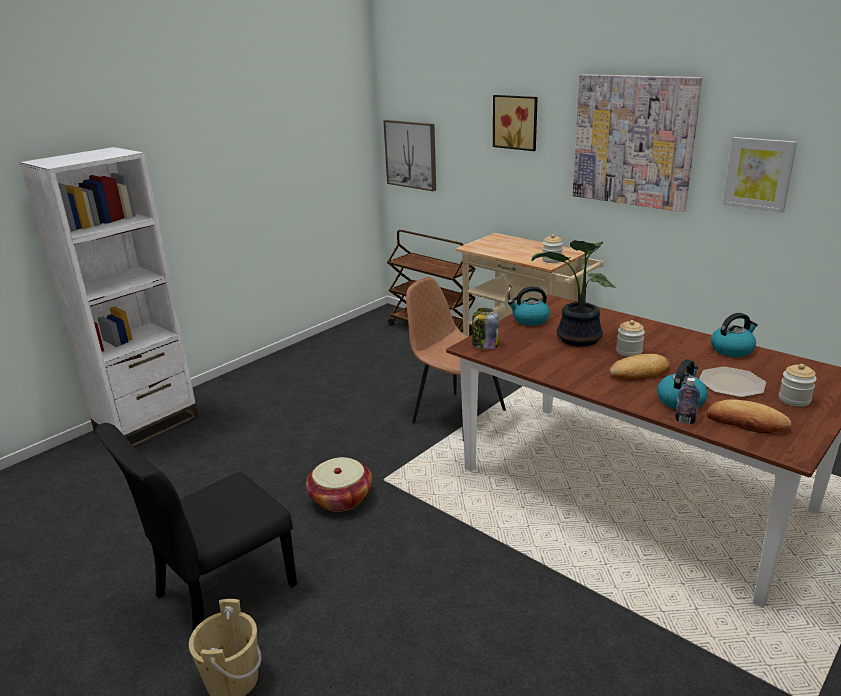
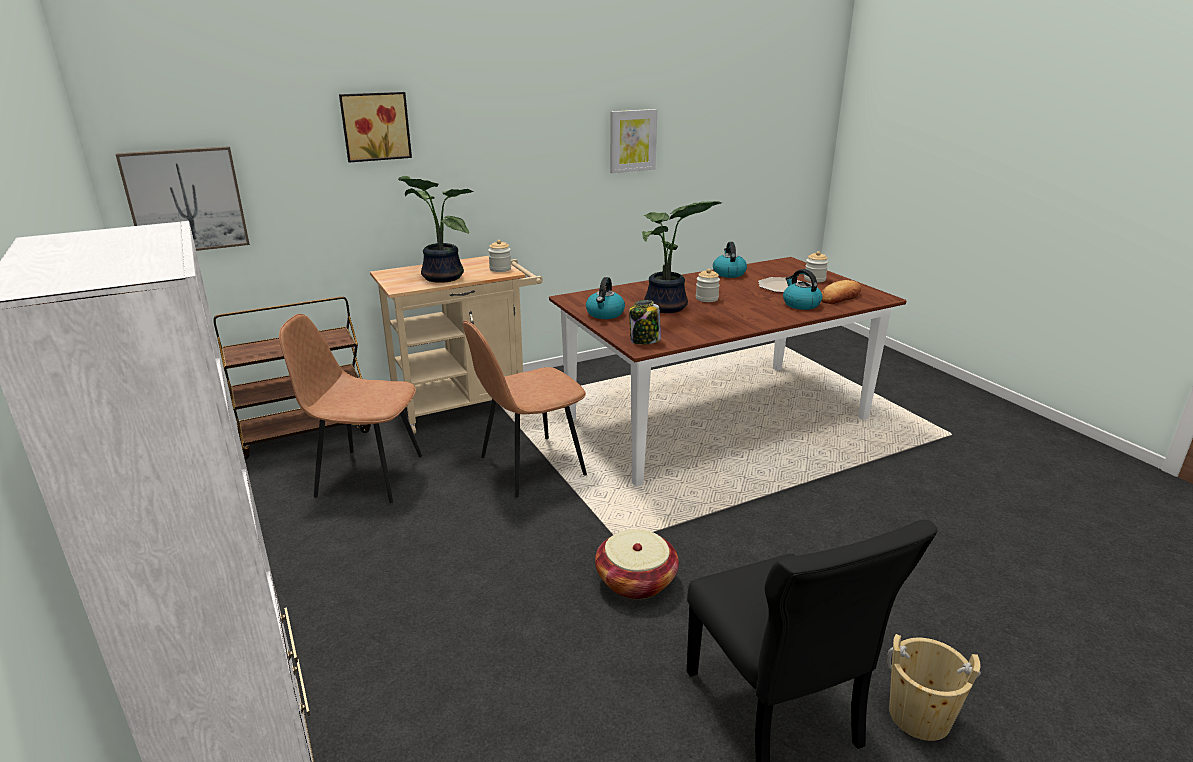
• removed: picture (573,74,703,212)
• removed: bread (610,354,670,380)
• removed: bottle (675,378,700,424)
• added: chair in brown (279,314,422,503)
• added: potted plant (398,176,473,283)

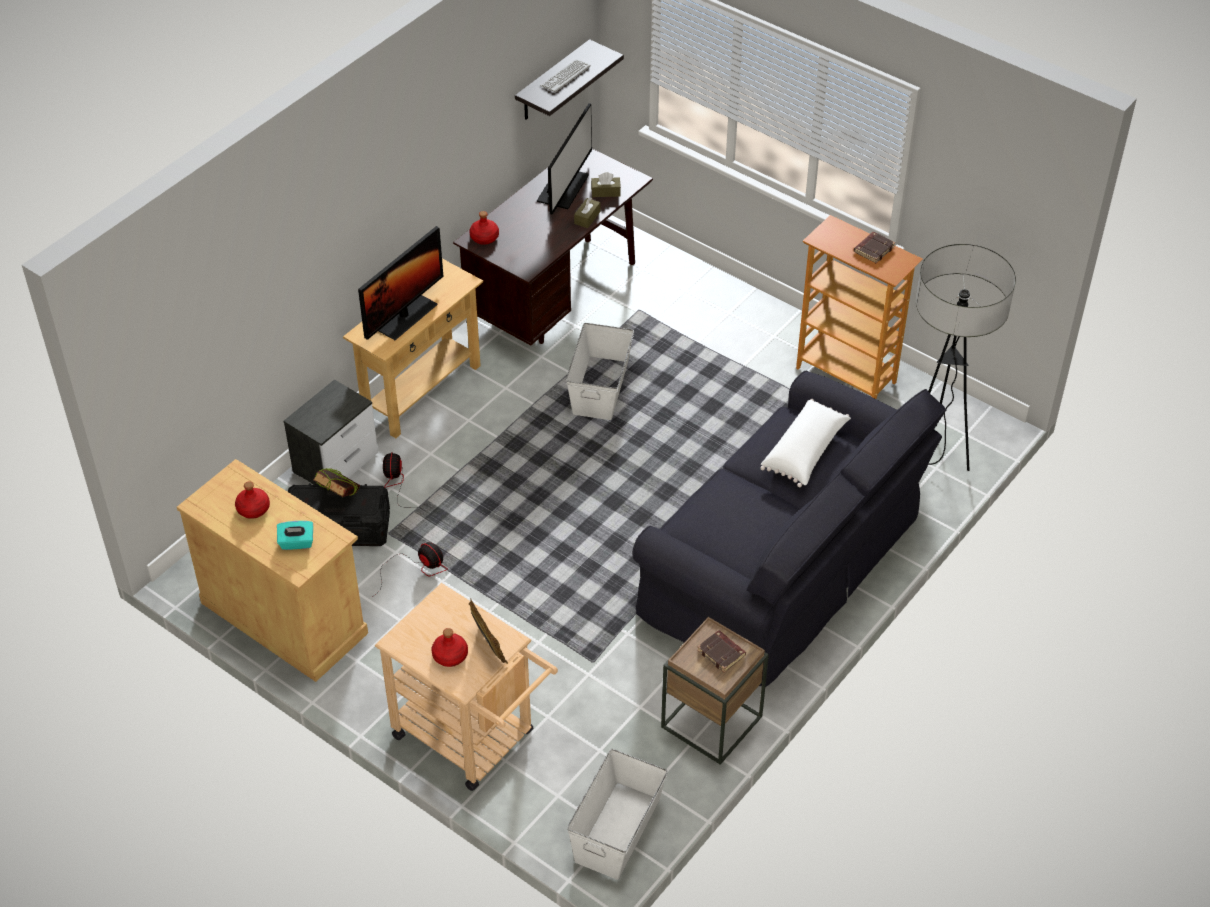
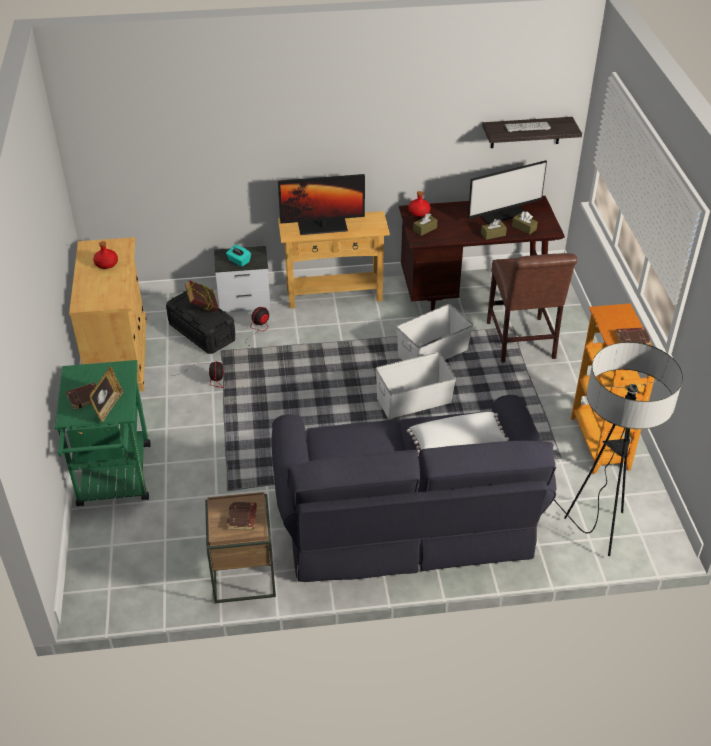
• added: tissue box in brown (413,213,437,236)
• added: chair in brown (487,253,577,363)
• moved: tissue box in turquoise (277,521,313,550) to (226,245,251,267)
• moved: storage box in white (567,749,668,880) to (376,352,456,419)
• replaced: bottle in red (431,628,468,667) to book in brown (66,383,96,410)
• recoloured: cart in beige (375,583,558,791) to cart in green (54,360,150,506)

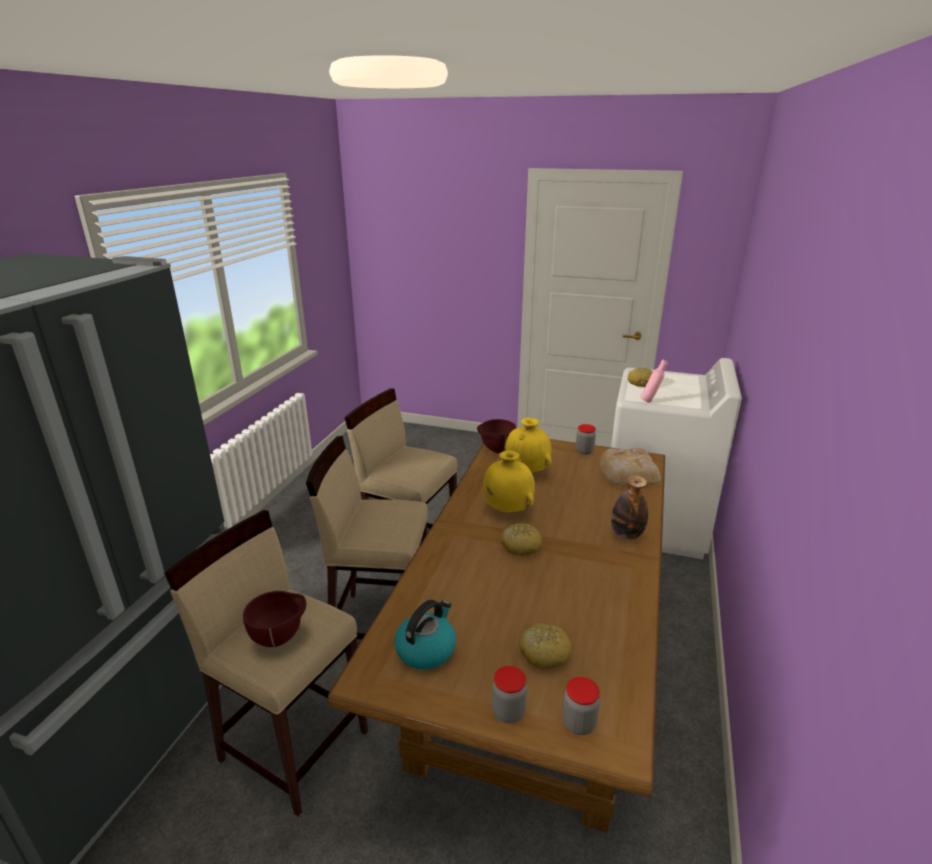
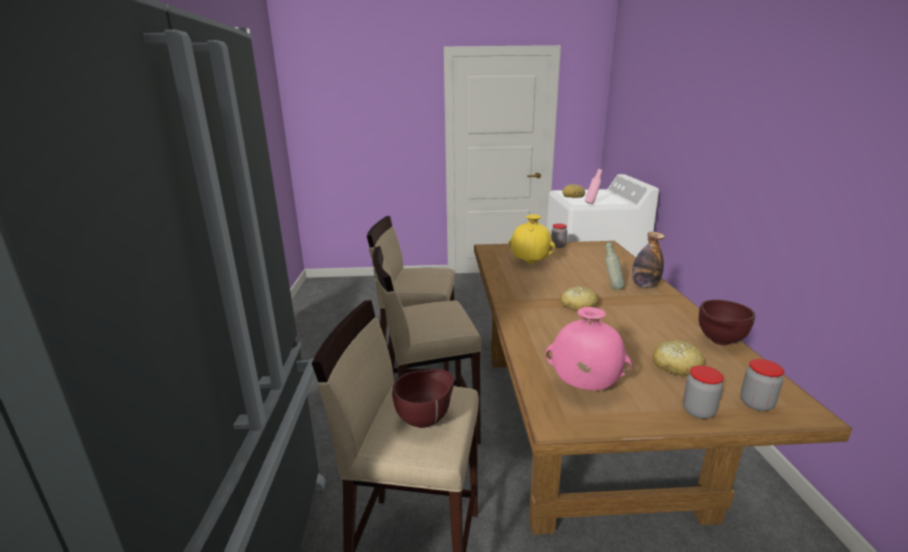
• removed: vase in yellow (483,451,535,512)
• removed: bread (600,448,661,486)
• added: bottle in grey (605,242,625,290)
• moved: bowl in brown (477,419,516,453) to (699,300,755,345)
• replaced: kettle (394,600,456,670) to vase in pink (545,307,632,390)

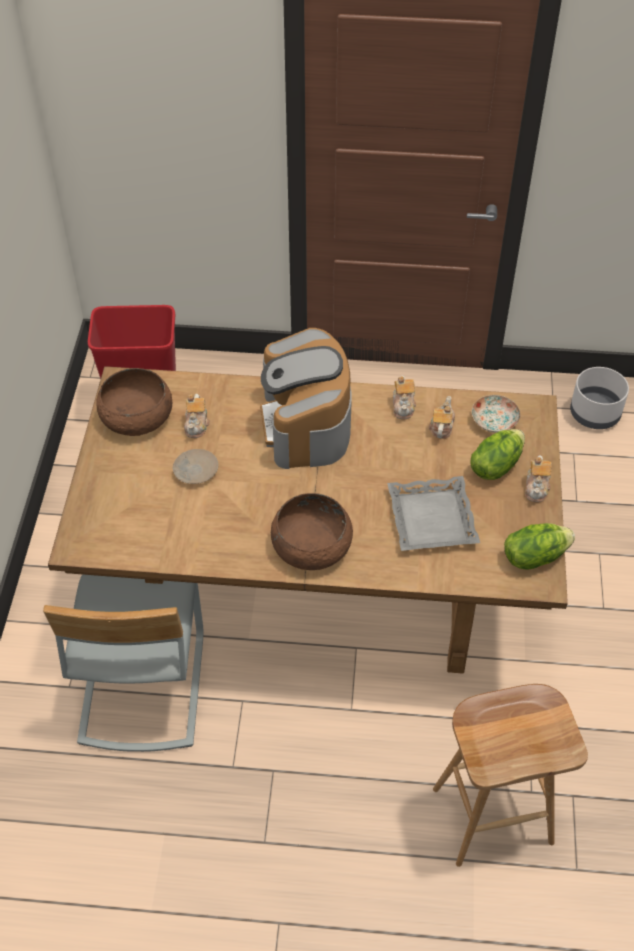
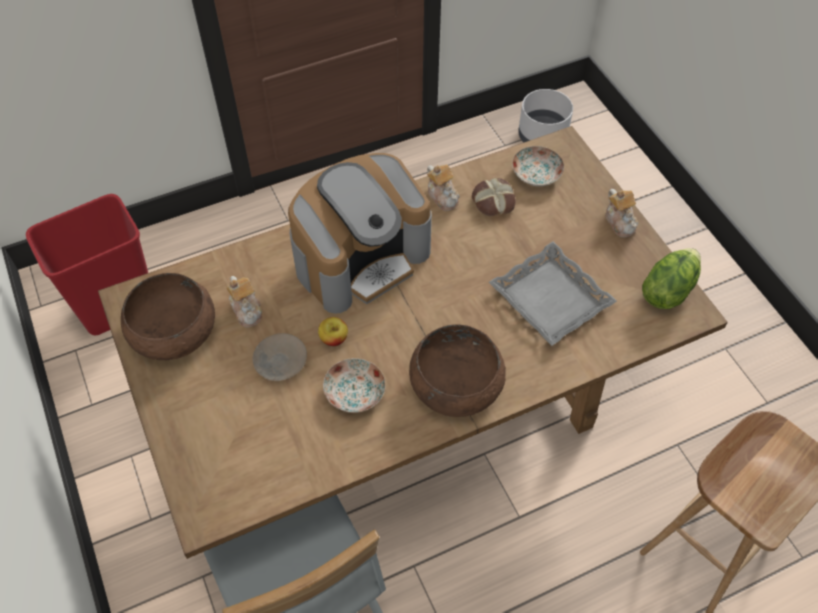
• removed: lettuce (470,429,525,480)
• added: apple (318,317,348,346)
• added: plate (323,358,385,413)
• replaced: teapot (429,396,455,439) to bread (472,178,516,217)
• turned: coffee machine (260,328,352,469) = (288,153,432,314) 90 degrees counterclockwise

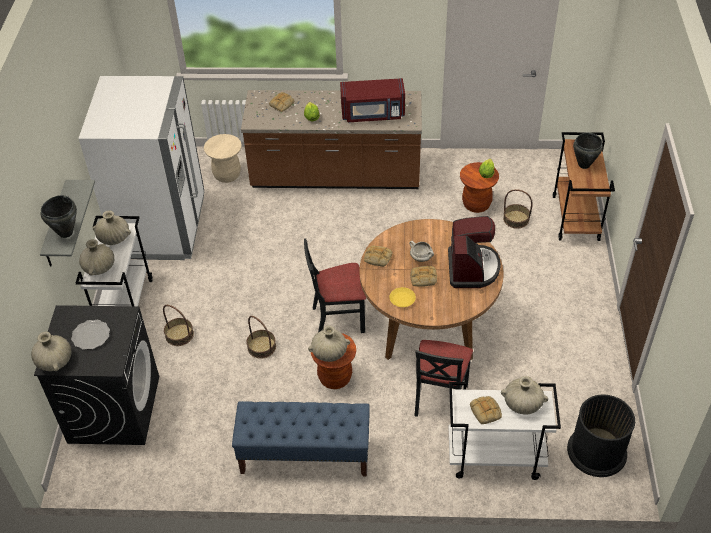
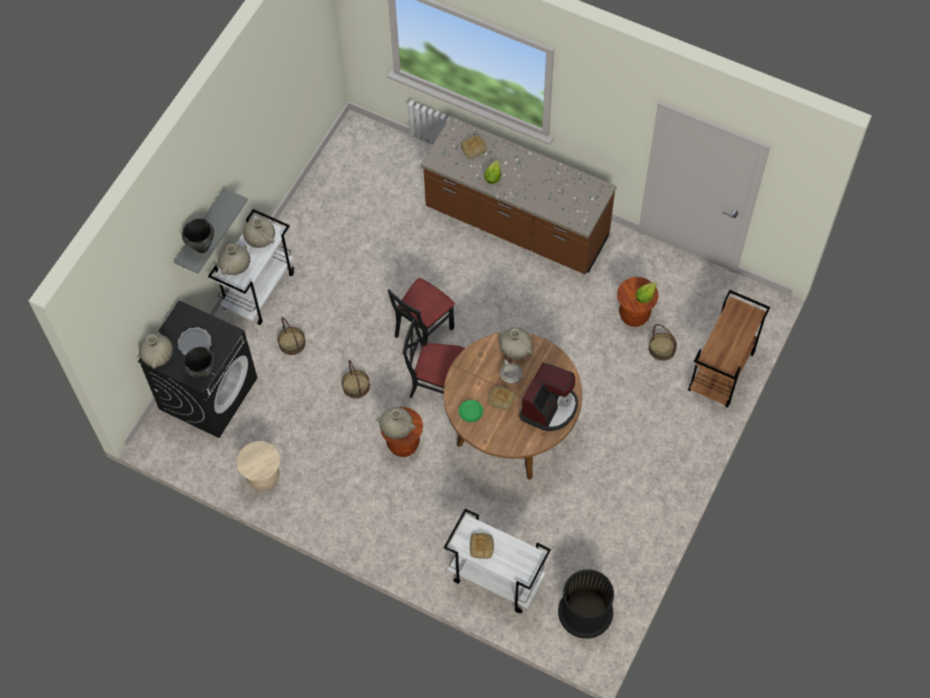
• removed: fridge in white (79,76,205,260)
• removed: bench in blue (232,401,370,477)
• removed: microwave in red (340,78,405,122)
• removed: bread (364,246,392,267)
• moved: stool in beige (204,134,242,183) to (237,441,280,491)
• moved: chair in black (414,340,473,417) to (387,278,455,343)
• moved: vase in beige (501,376,548,415) to (499,327,533,360)
• moved: cooking pot in black (573,133,603,169) to (183,347,215,380)
• recoloured: plate in yellow (389,287,416,307) to plate in green (459,400,483,422)

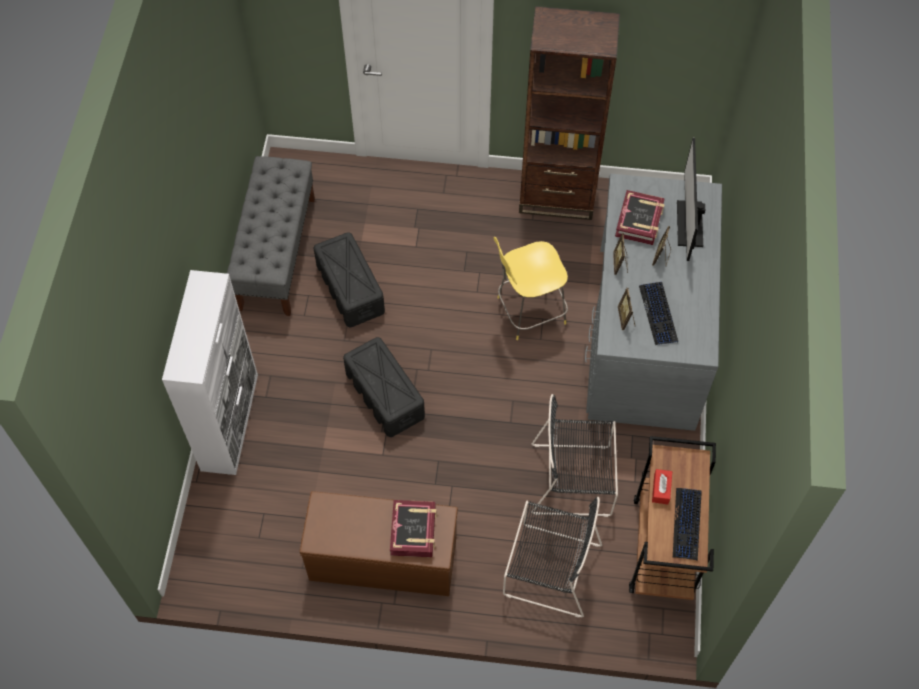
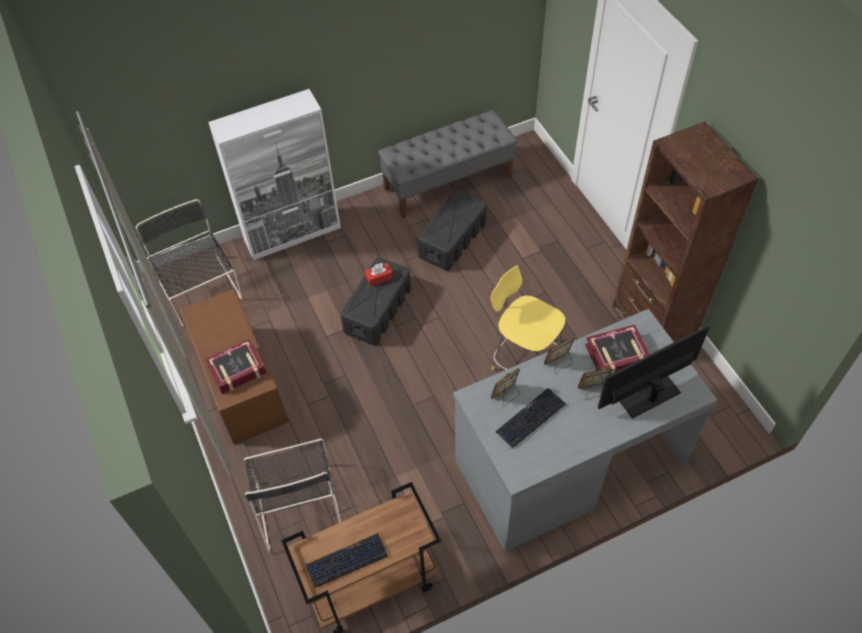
• moved: chair in black (531,394,618,517) to (136,199,243,326)
• moved: tissue box in red (652,469,672,504) to (365,263,393,286)

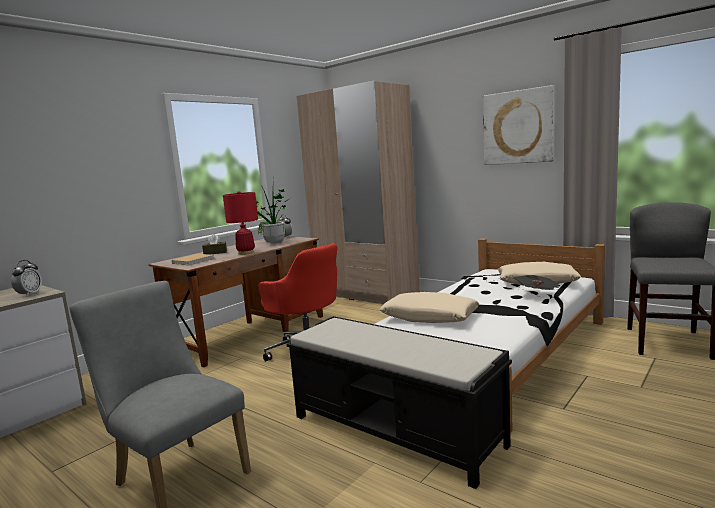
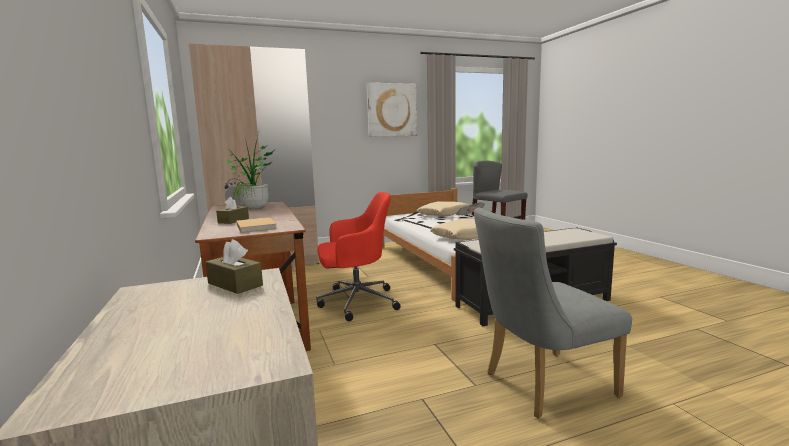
• removed: table lamp in red (223,191,258,255)
• replaced: alarm clock (11,260,42,297) to tissue box in brown (206,239,263,294)

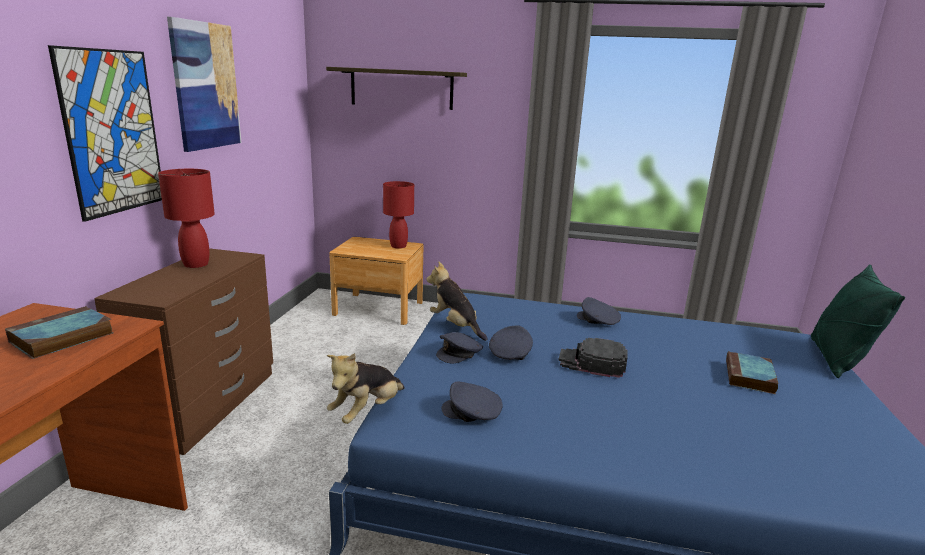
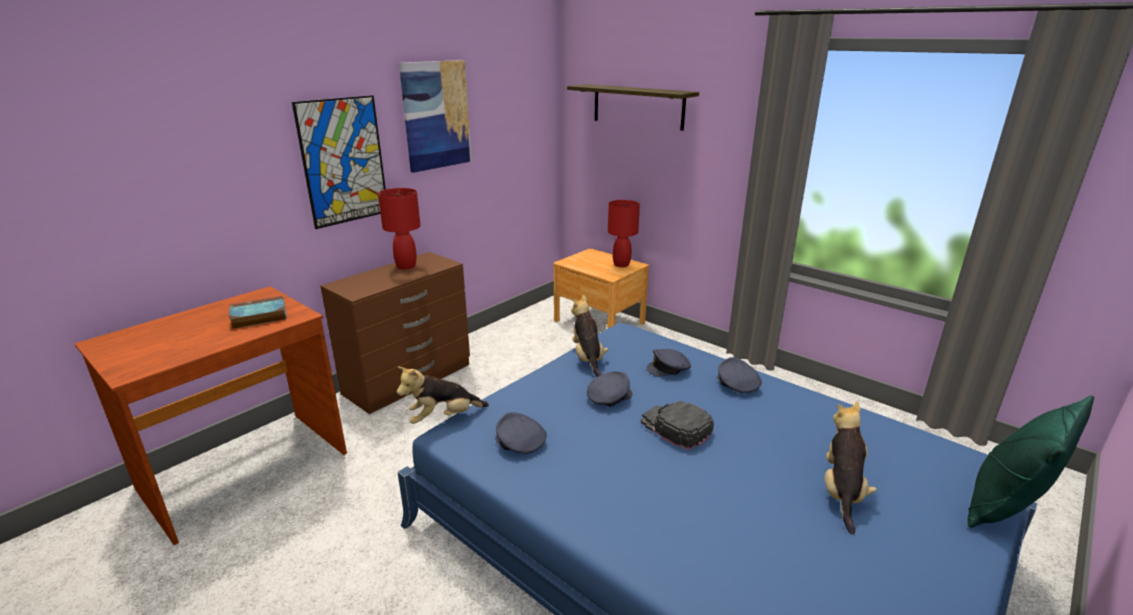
• moved: cap in grey (436,332,483,364) to (647,349,691,376)
• replaced: book (726,351,779,394) to plush toy (824,401,877,534)

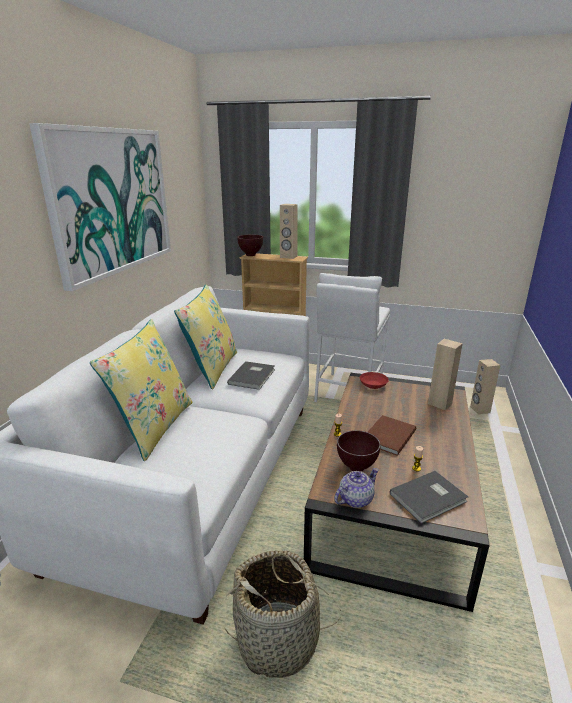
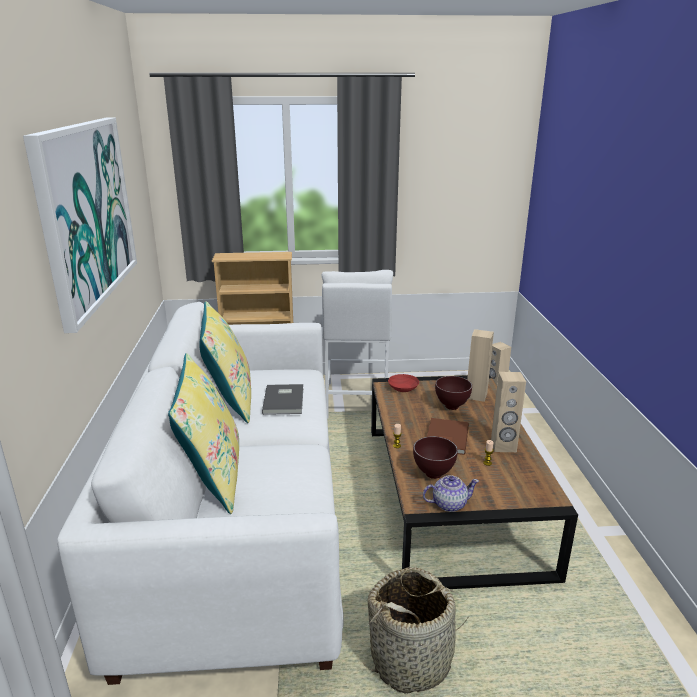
• removed: book in grey (390,471,469,524)
• moved: bowl in brown (237,235,263,256) to (435,376,472,410)
• moved: speaker in beige (280,204,298,259) to (491,372,526,452)
• turned: teapot (334,468,379,508) = (423,476,479,512) 45 degrees clockwise

